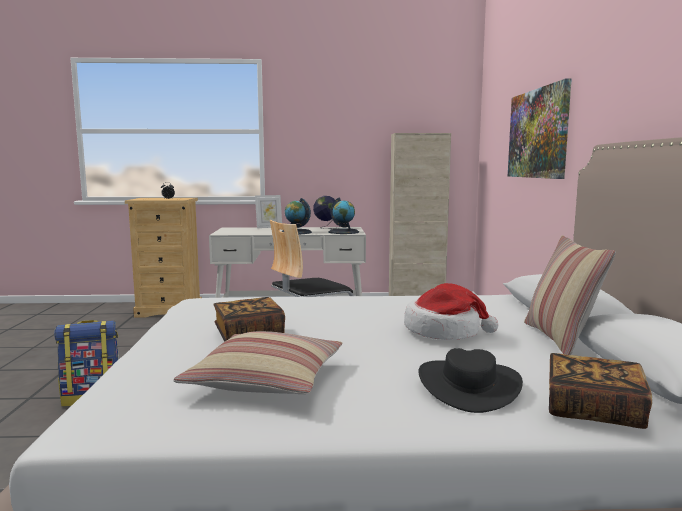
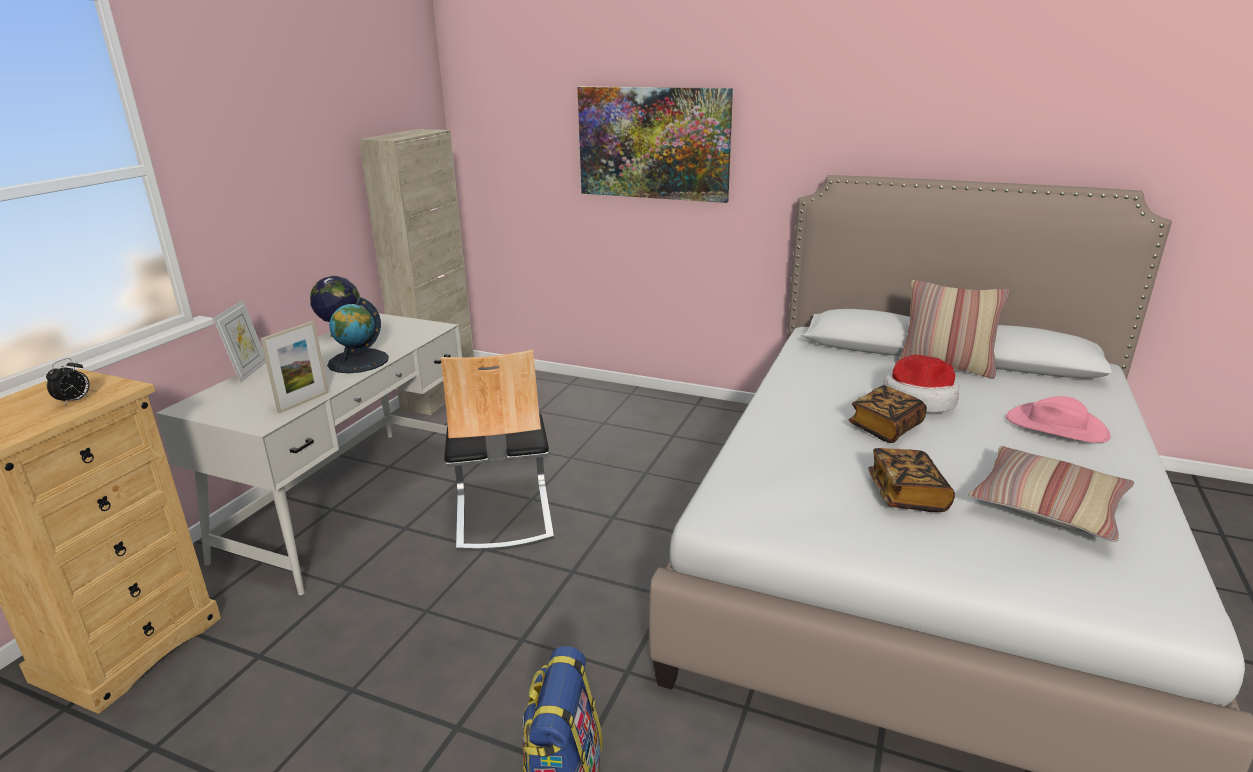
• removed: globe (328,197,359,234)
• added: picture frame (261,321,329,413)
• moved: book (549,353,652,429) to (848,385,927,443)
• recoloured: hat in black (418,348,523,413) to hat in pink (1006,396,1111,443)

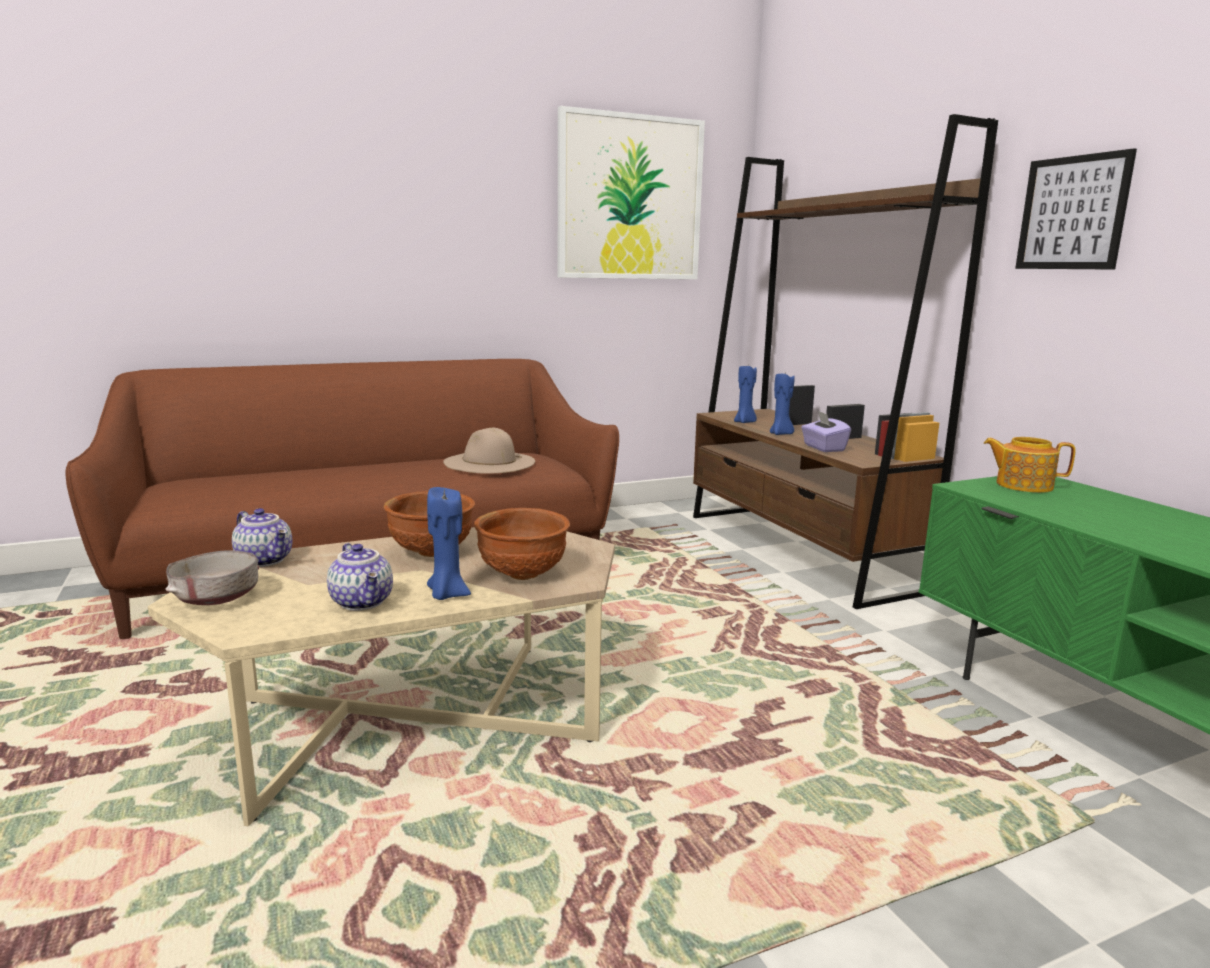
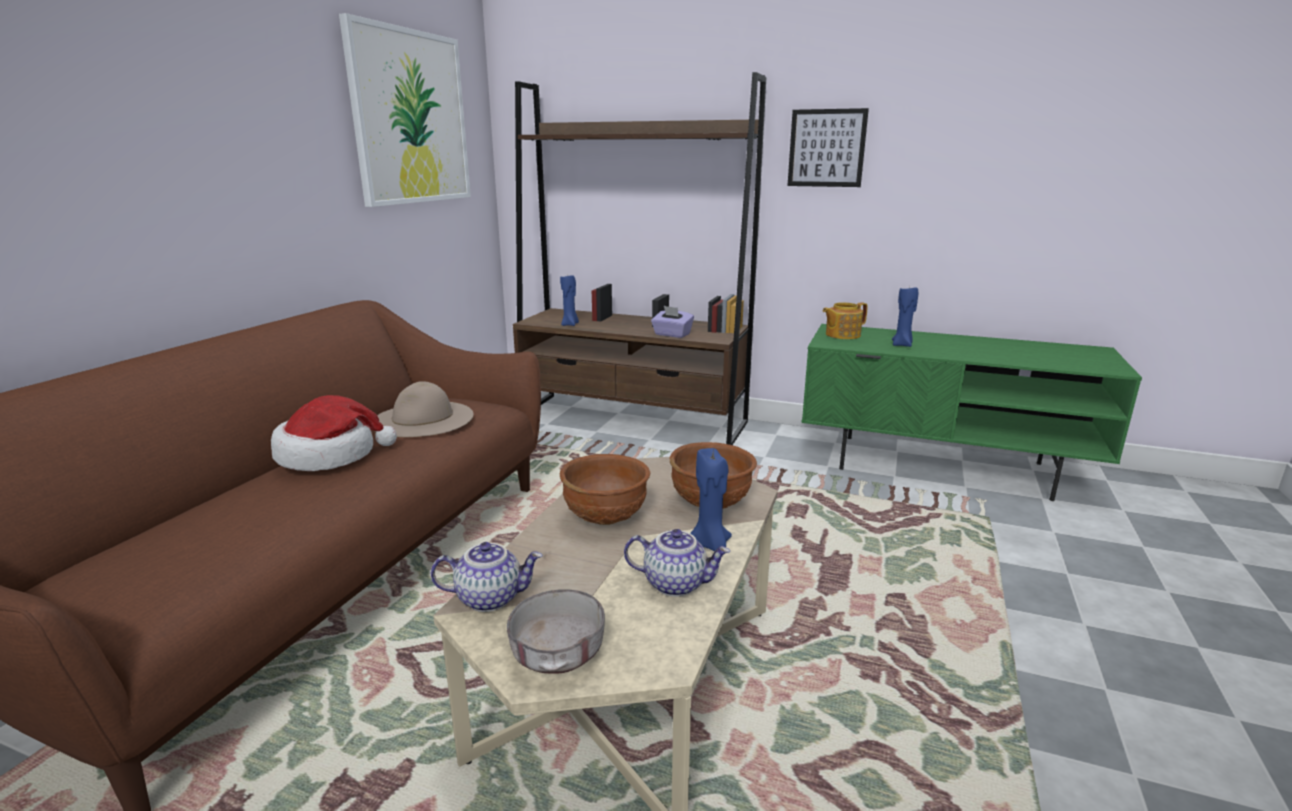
• added: hat (271,395,397,471)
• moved: candle in blue (770,374,795,435) to (892,286,918,347)

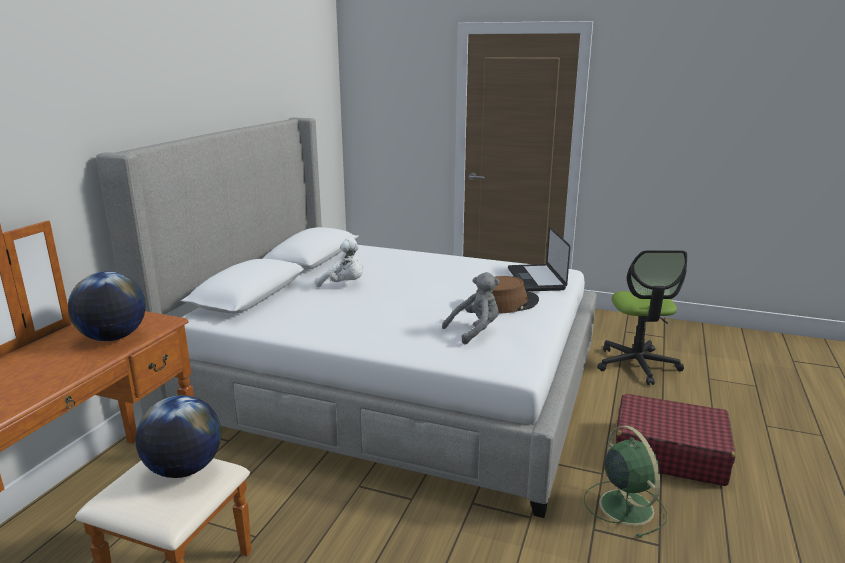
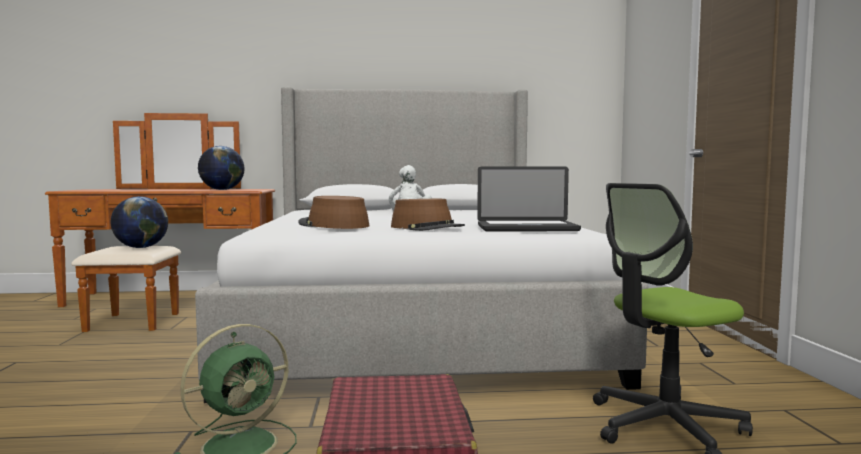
• replaced: plush toy in grey (442,272,500,345) to hat in brown (298,196,369,229)
• turned: laptop (508,226,571,292) = (477,166,581,231) 150 degrees counterclockwise

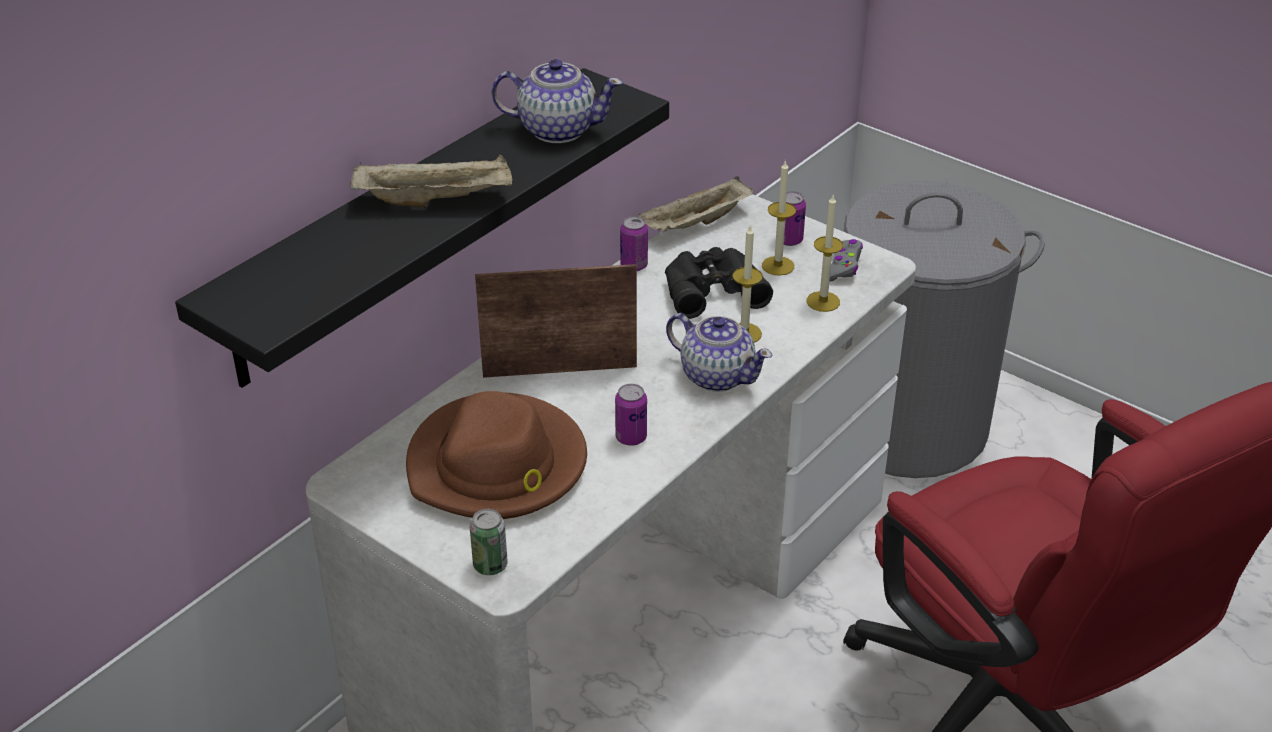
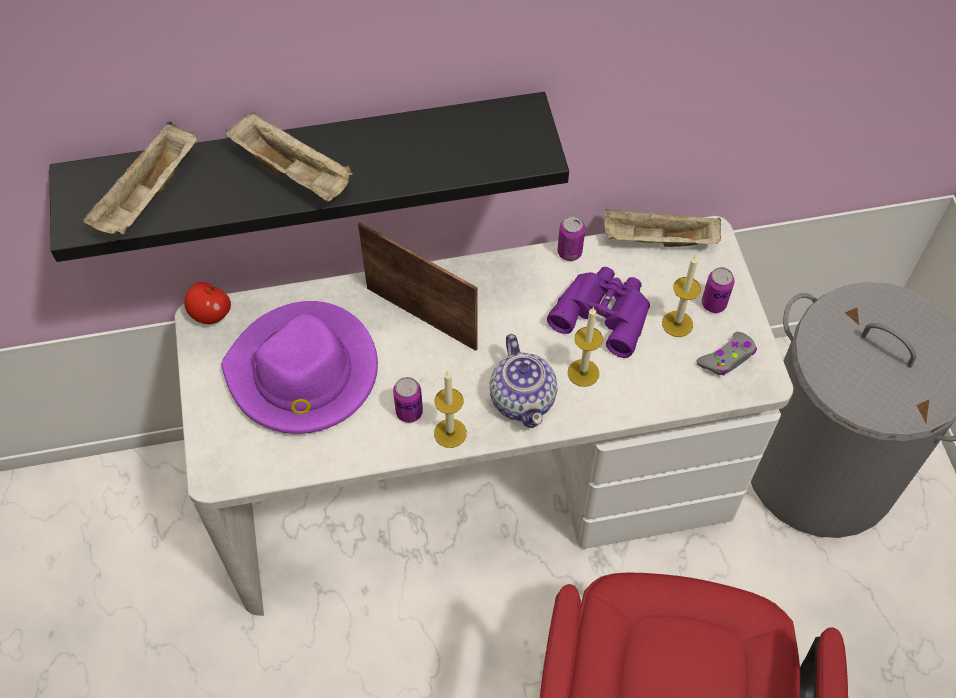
• removed: can (470,509,508,575)
• removed: teapot (491,59,623,143)
• added: tray in beige (83,122,197,235)
• added: apple (184,282,231,324)
• moved: candle (807,195,843,312) to (434,371,467,448)
• recoloured: hat in brown (406,391,587,519) to hat in purple (222,301,378,434)
• recoloured: binoculars in black (665,247,773,319) to binoculars in purple (547,267,650,358)

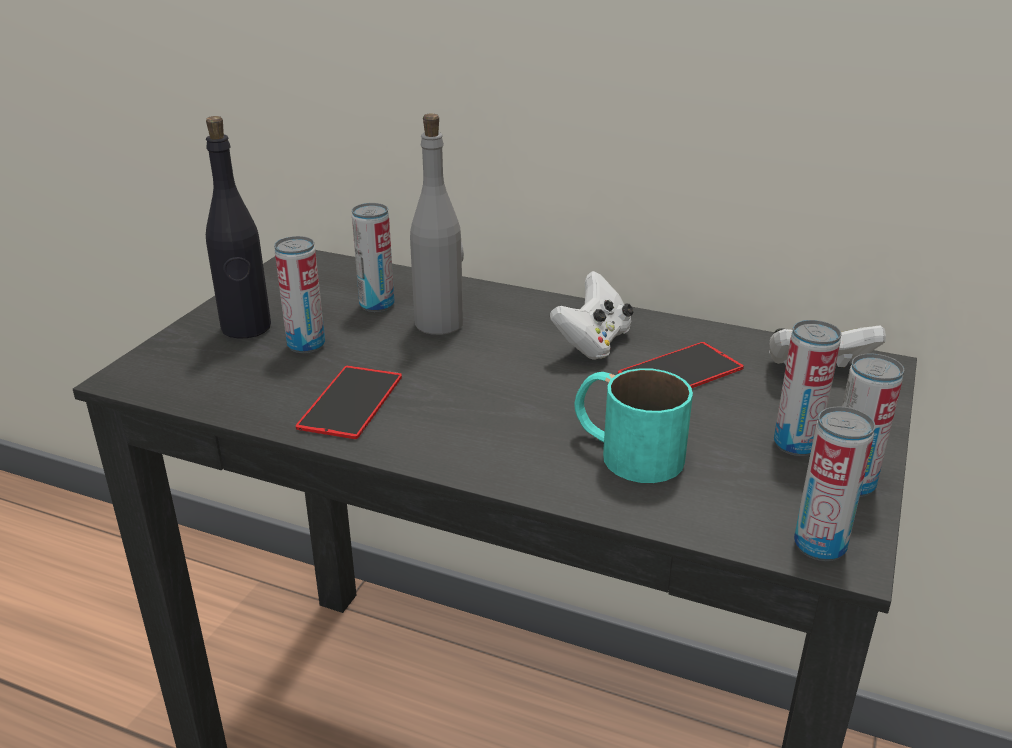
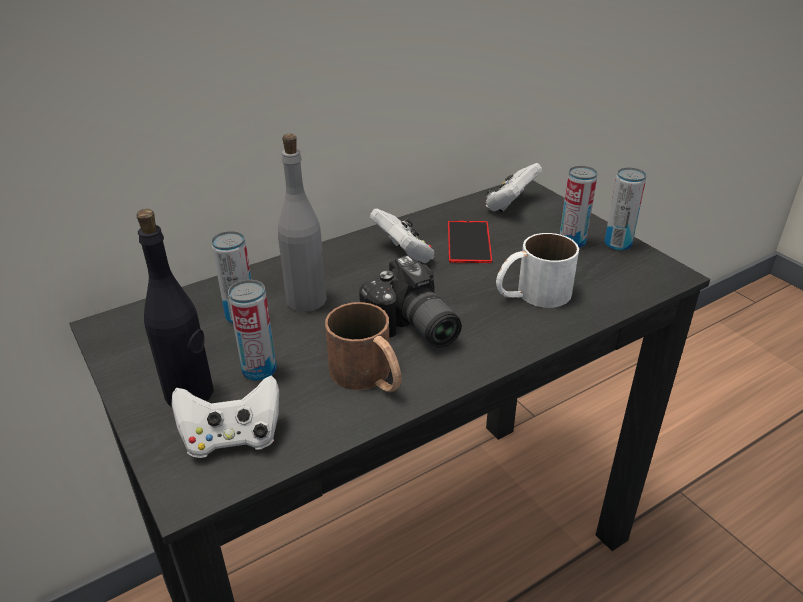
• removed: can (794,407,875,561)
• added: game controller in white (172,376,279,458)
• added: photo camera (359,255,462,348)
• replaced: phone (296,366,402,439) to mug in brown (325,302,402,392)
• recoloured: mug in turquoise (575,368,693,483) to mug in white (496,233,579,308)

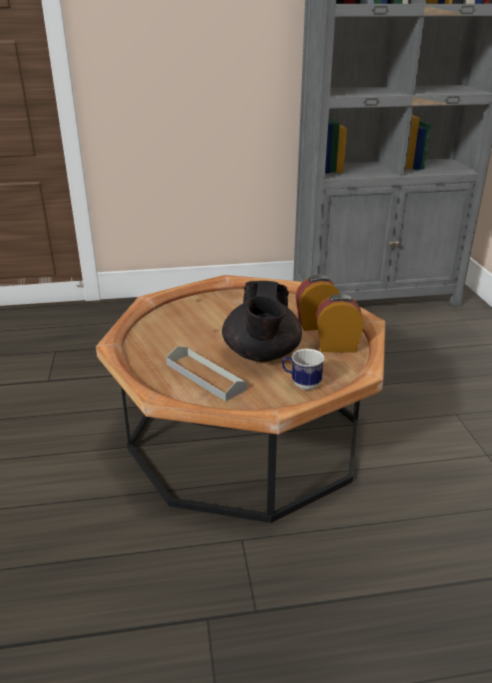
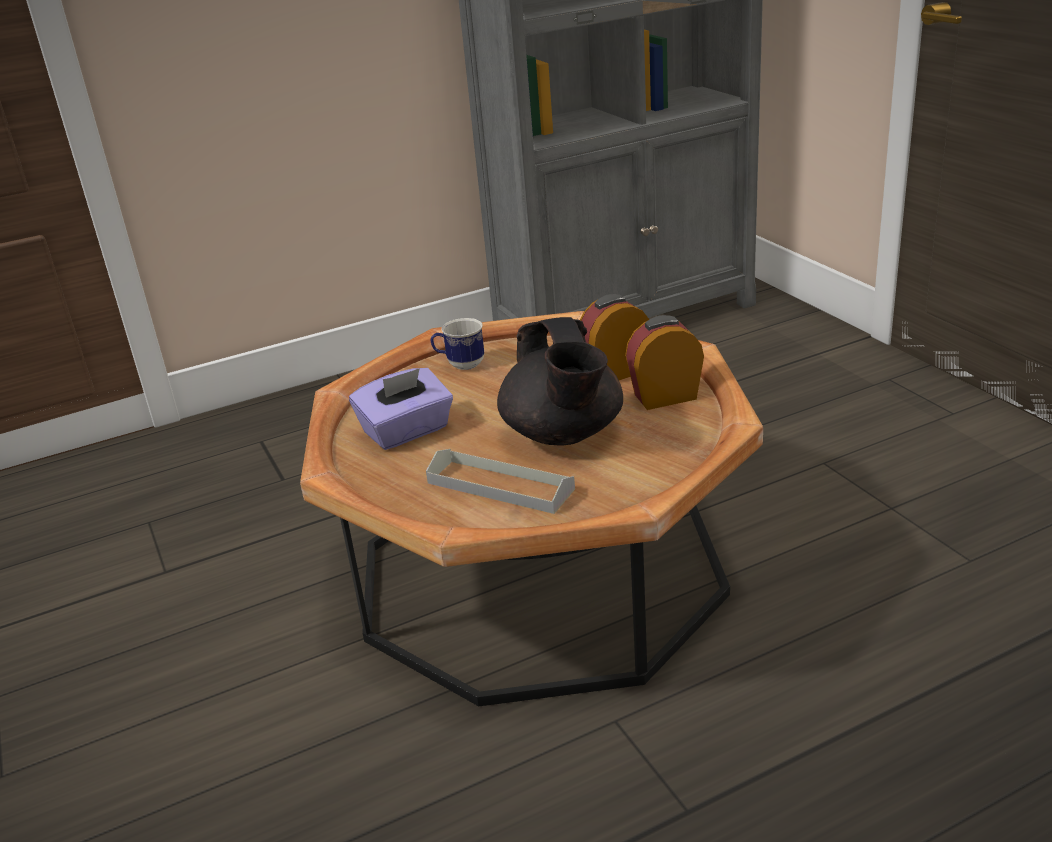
• added: tissue box in purple (349,368,453,450)
• moved: mug (282,349,325,390) to (430,318,484,370)

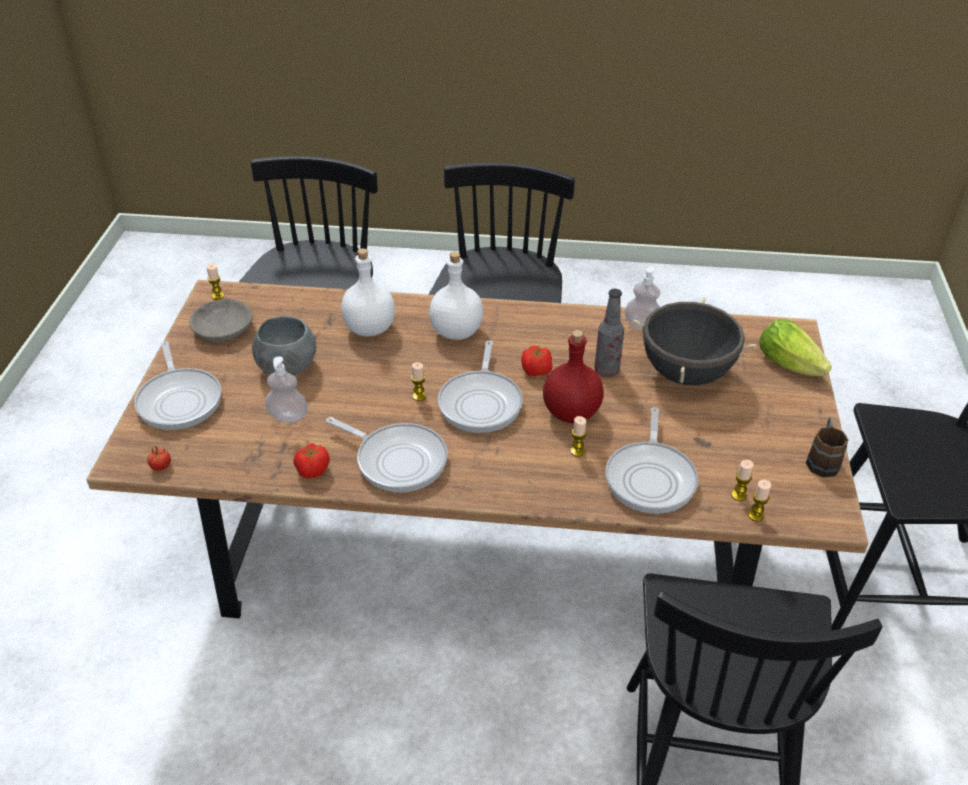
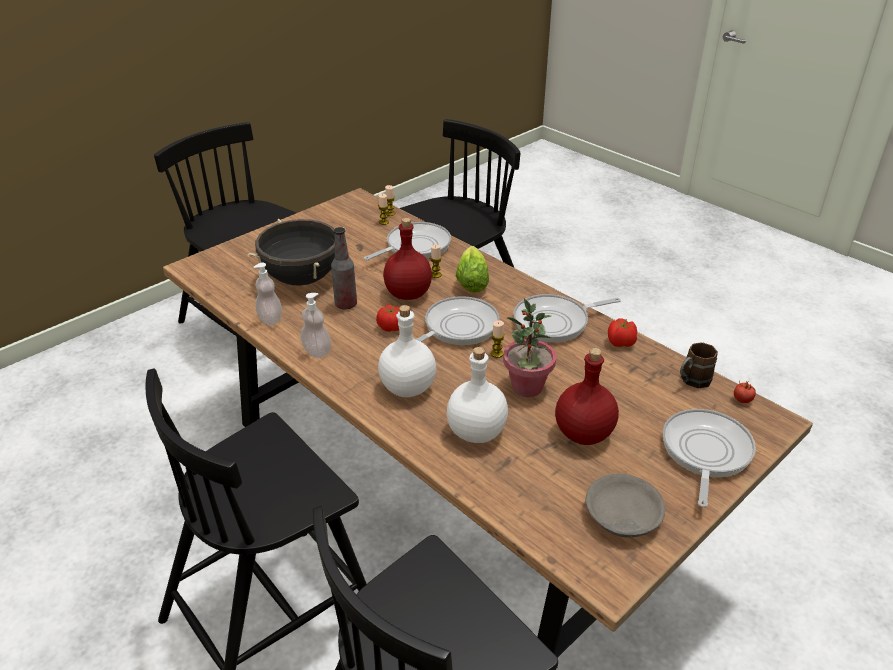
• removed: candle (206,264,224,300)
• added: potted plant (503,298,556,397)
• moved: soap dispenser (265,356,308,423) to (300,293,331,358)
• moved: lettuce (759,319,832,376) to (455,246,489,293)
• moved: mug in brown (806,417,848,477) to (680,342,718,388)
• replaced: bowl in grey (252,316,316,375) to bottle in red (555,348,619,445)
• turned: frying pan (326,417,448,492) = (513,294,621,343) 90 degrees counterclockwise

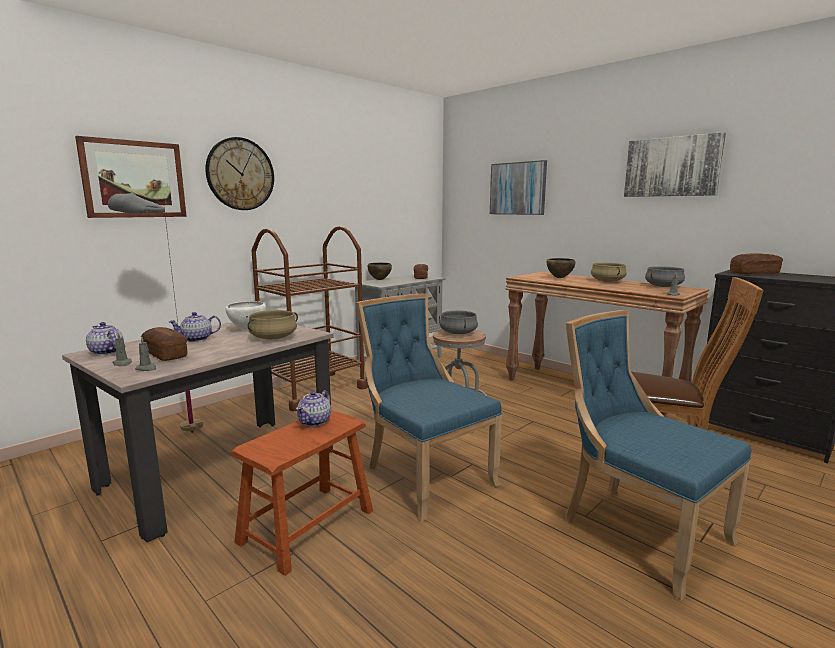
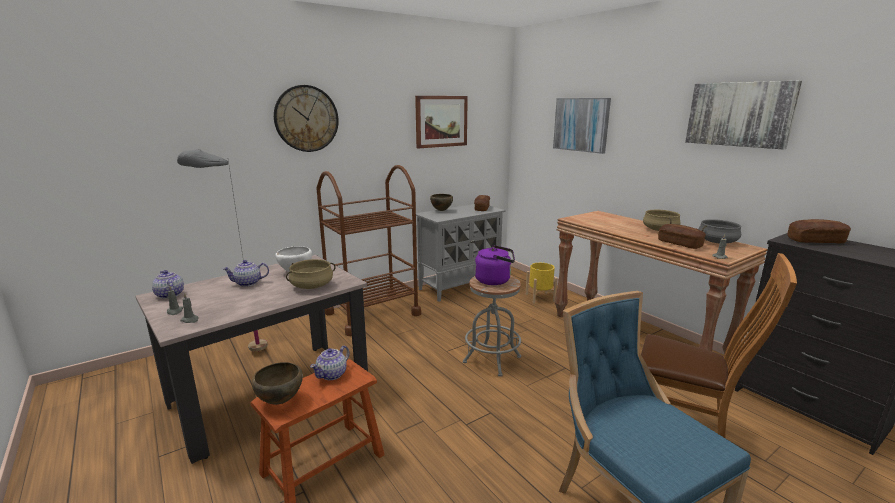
• removed: chair in blue (356,293,502,522)
• added: planter in yellow (526,262,557,303)
• moved: picture (75,136,187,218) to (415,96,468,148)
• moved: bread (141,327,187,361) to (658,224,706,249)
• moved: bowl in brown (546,258,576,278) to (252,362,303,405)
• replaced: cooking pot in grey (440,311,478,334) to kettle in purple (475,245,515,285)

